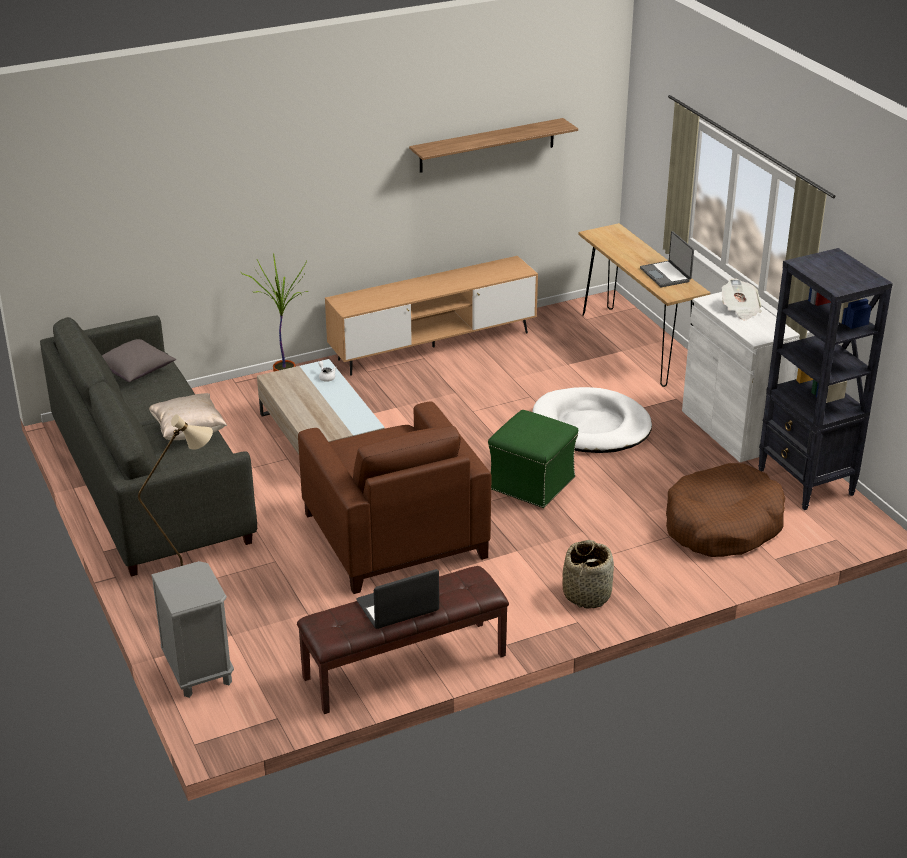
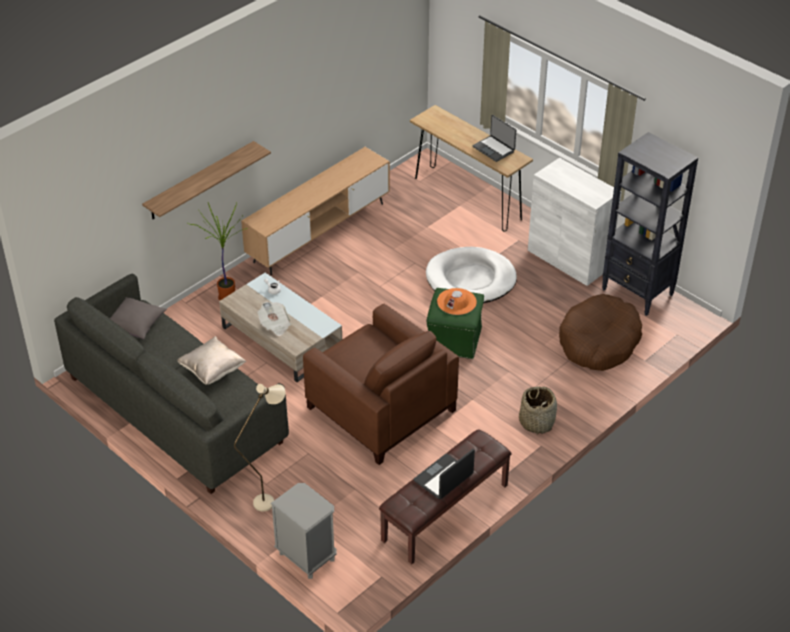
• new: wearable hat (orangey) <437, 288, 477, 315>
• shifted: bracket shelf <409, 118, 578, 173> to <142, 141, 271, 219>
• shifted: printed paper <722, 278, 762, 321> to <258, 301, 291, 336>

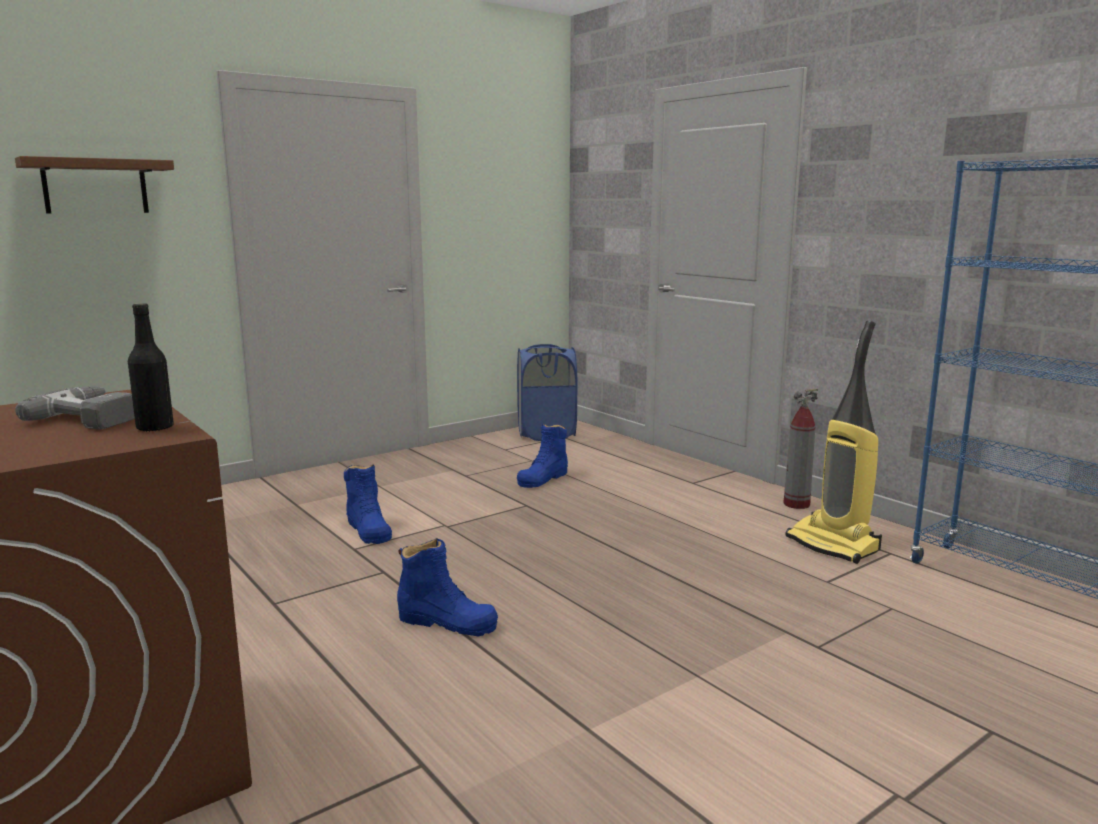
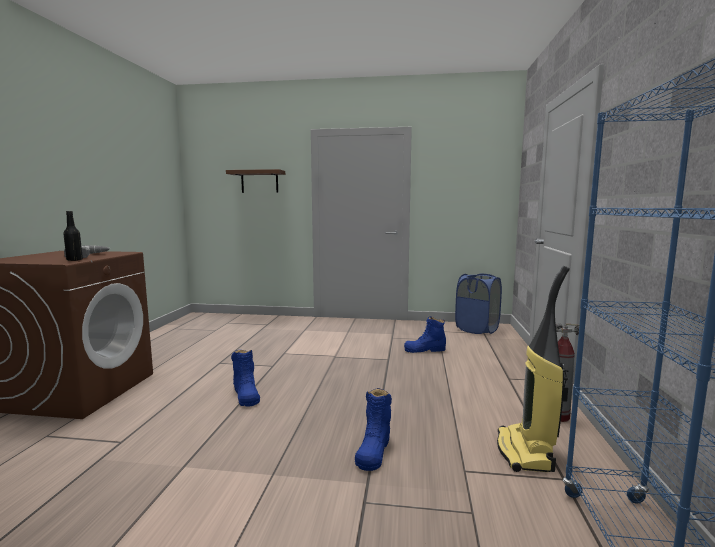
• shifted: tall boot (bluish) <344, 464, 392, 544> to <355, 388, 392, 471>

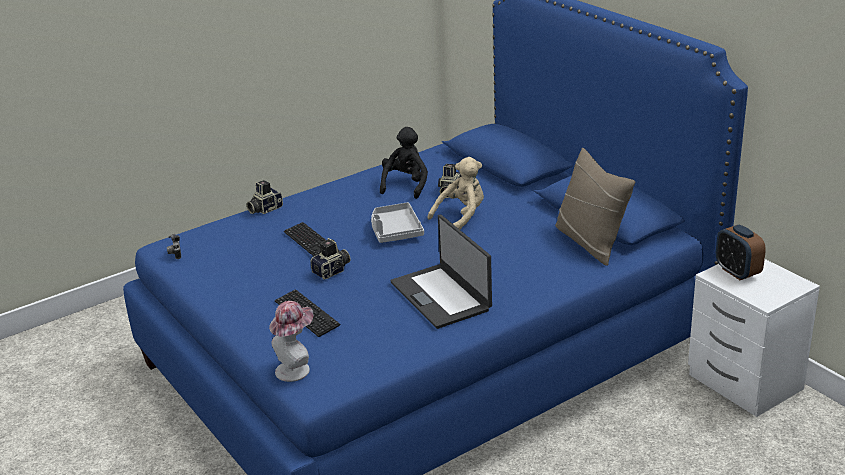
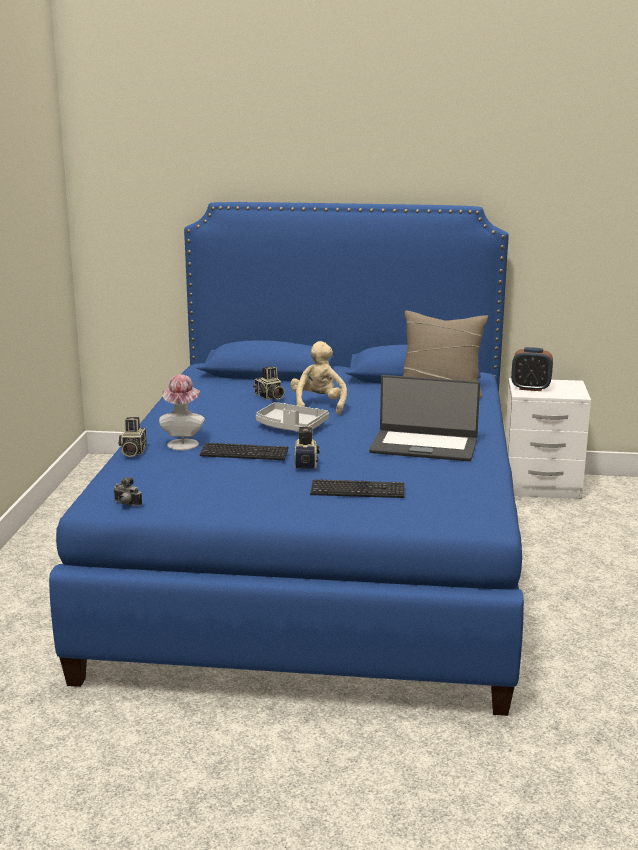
• gone: cuddly toy (black-coloured) <380, 127, 428, 199>
• shifted: wearable hat <269, 301, 313, 382> to <159, 374, 205, 450>

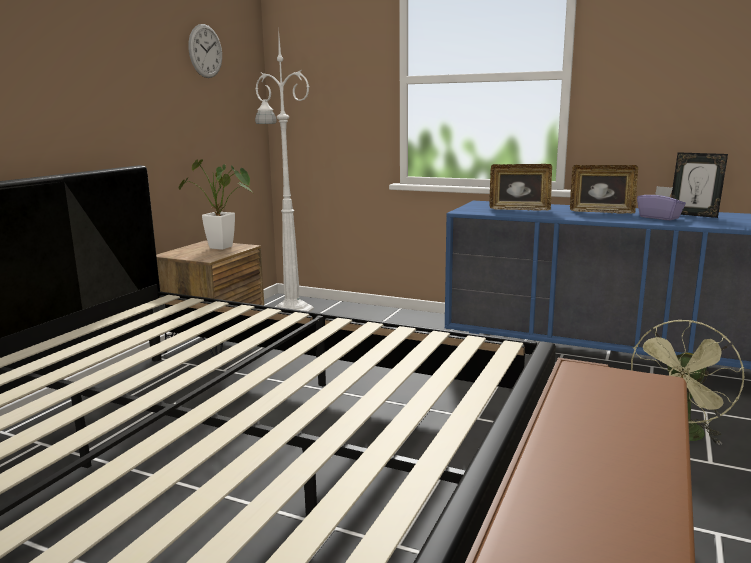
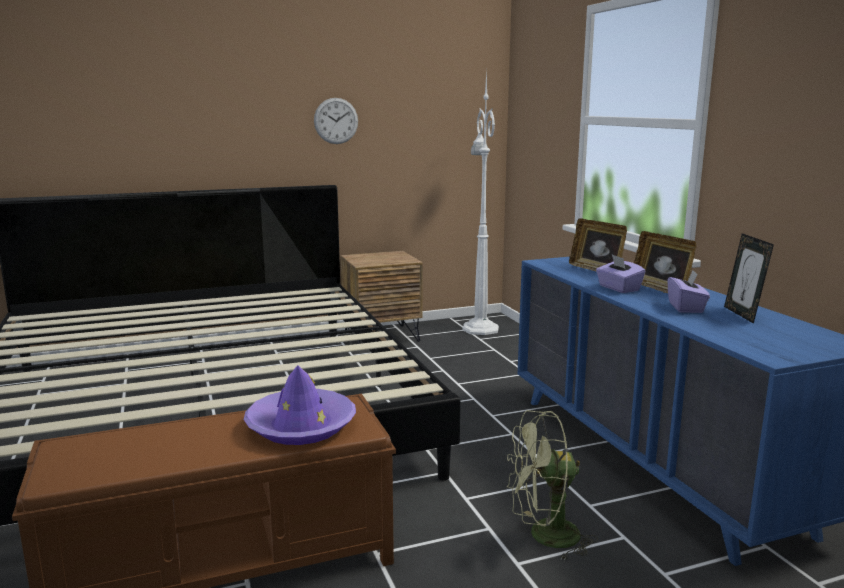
• gone: plant in a pot <179, 160, 253, 250>
• new: wearable hat (purple) <244, 365, 356, 445>
• new: tissue holder (purple) <596, 255, 646, 293>
• shifted: clock on the wall <188, 24, 222, 78> to <314, 98, 358, 144>

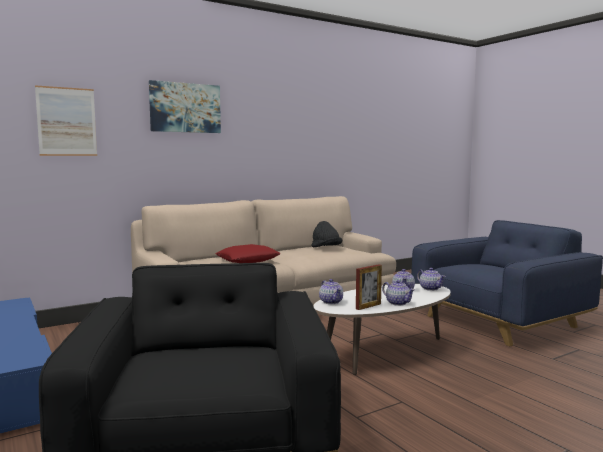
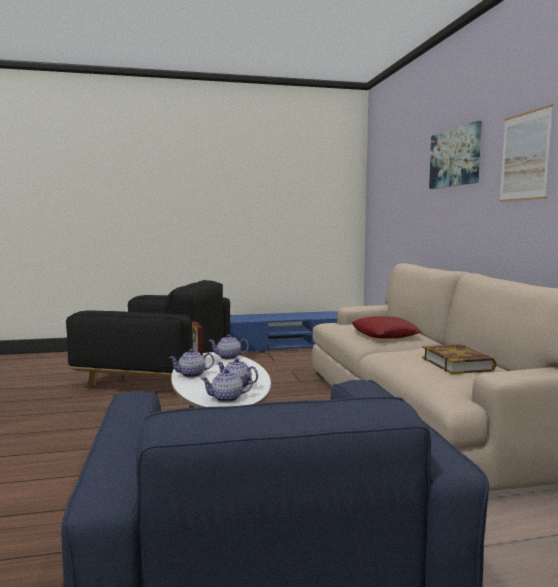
• shifted: wall picture <35, 85, 97, 156> to <500, 104, 553, 202>
• swapped: wearable hat (black-coloured) <312, 221, 343, 247> to bound book <422, 344, 497, 374>

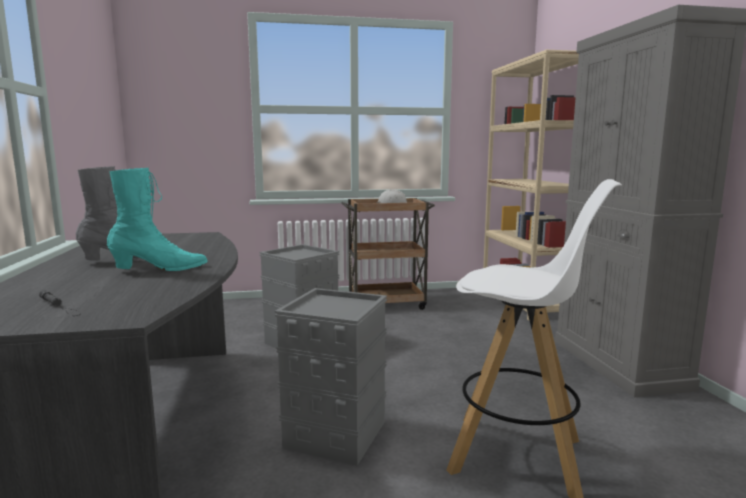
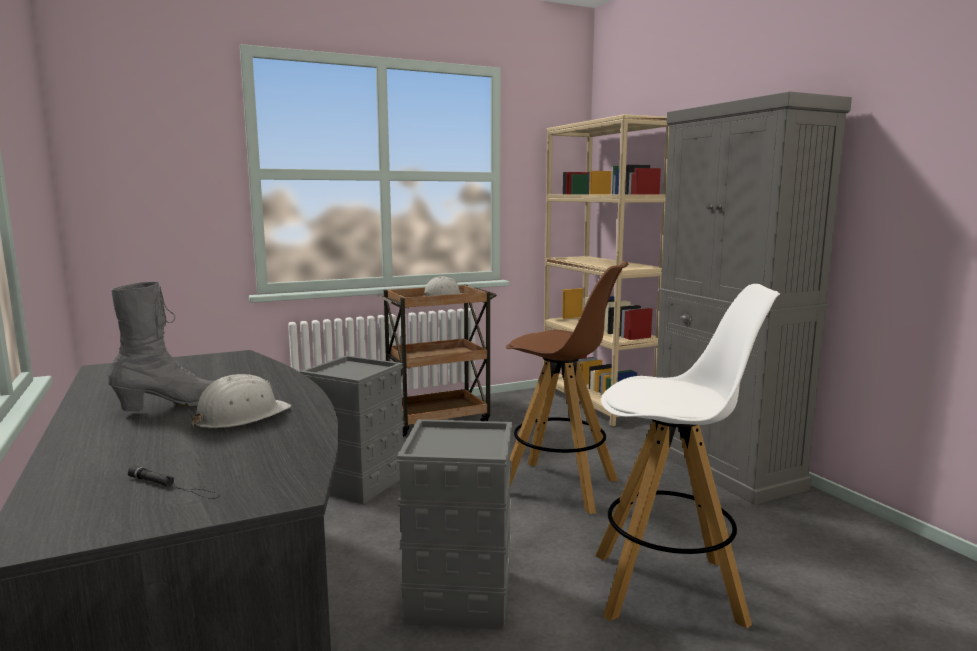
• new: sitting stool (brownish) <506, 262, 629, 514>
• swapped: tall boot (blue-green) <107, 168, 208, 271> to work helmet (white) <192, 374, 291, 429>

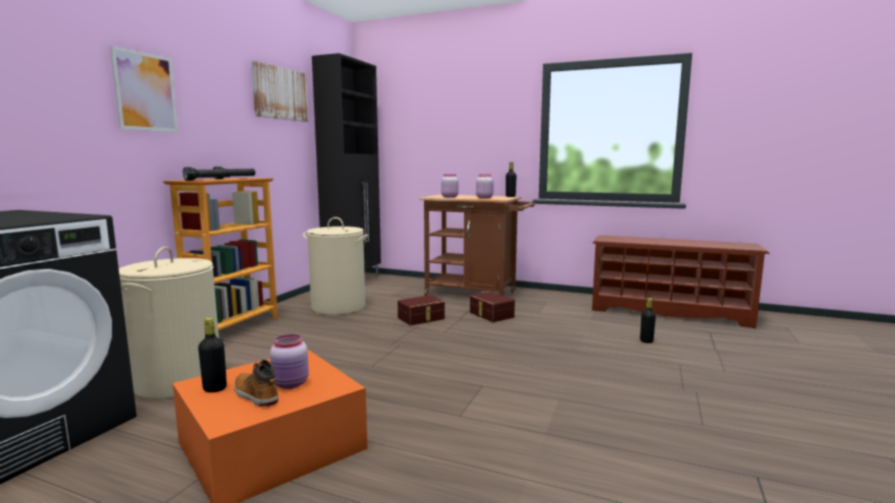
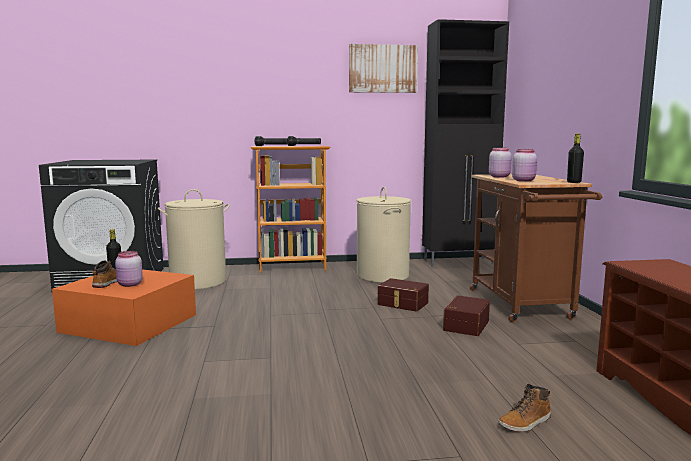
• gone: wall picture <110, 46, 178, 132>
• swapped: beverage bottle (black-coloured) <640, 298, 656, 343> to tall boot <498, 384, 551, 432>

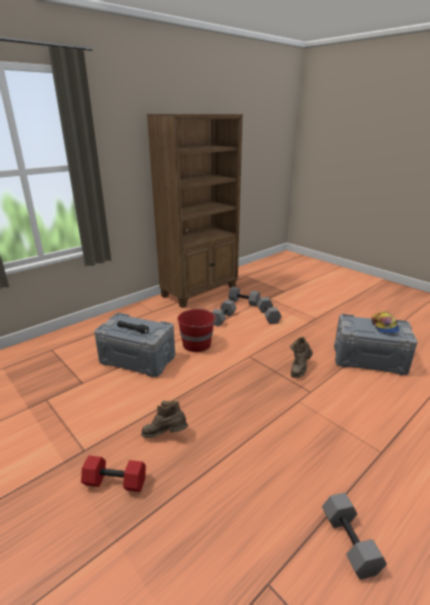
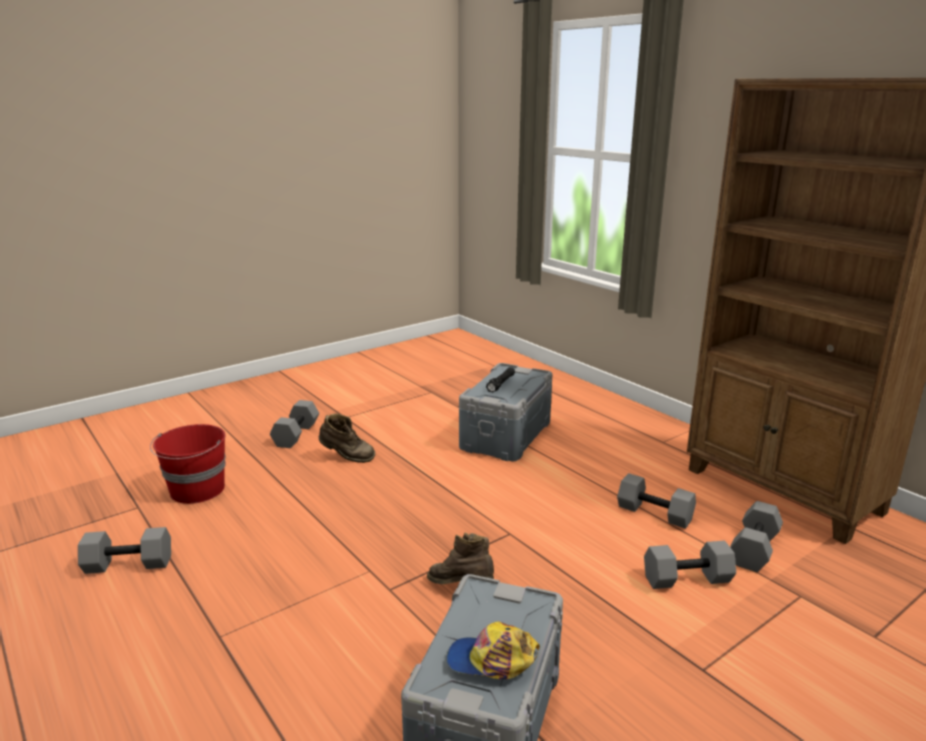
• shifted: bucket (reddish) <177, 308, 217, 352> to <150, 424, 226, 504>
• repainted: hand weight (reddish) <81, 456, 146, 492> to hand weight (greyish) <270, 400, 319, 448>
• rotated: tall boot (brownish) <141, 401, 188, 438> = <319, 413, 375, 463> 90 degrees clockwise

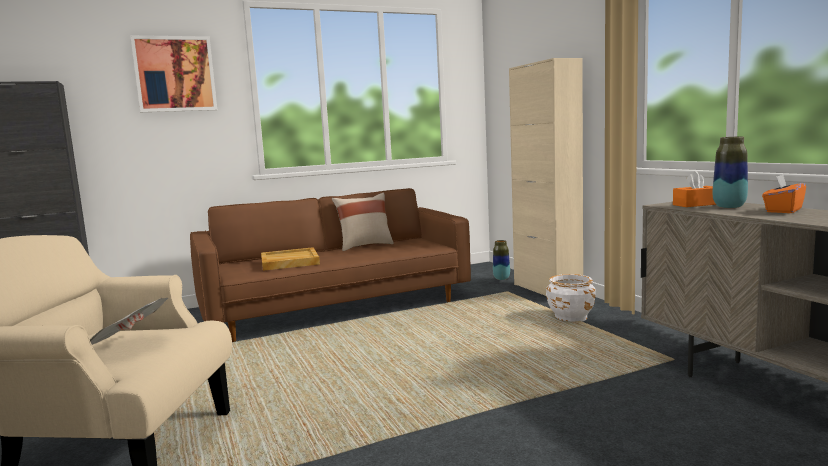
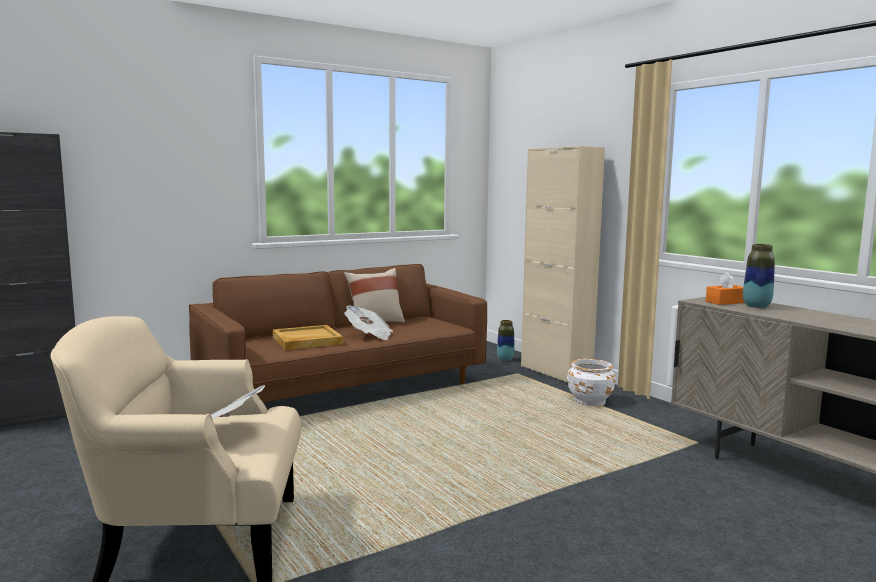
• gone: wall picture <130, 35, 217, 112>
• gone: tissue holder (orangey) <762, 175, 806, 213>
• new: printed paper <345, 306, 393, 340>

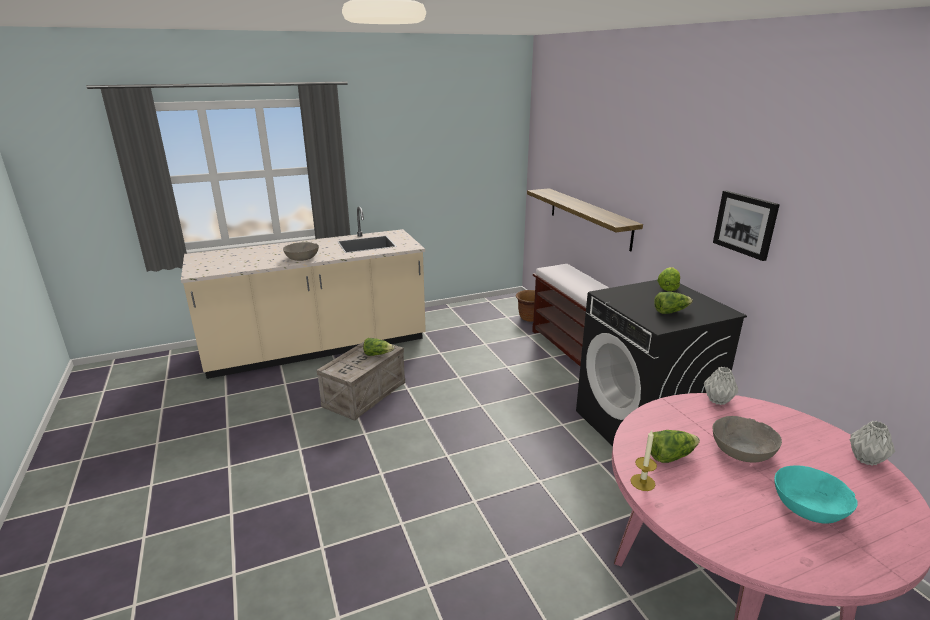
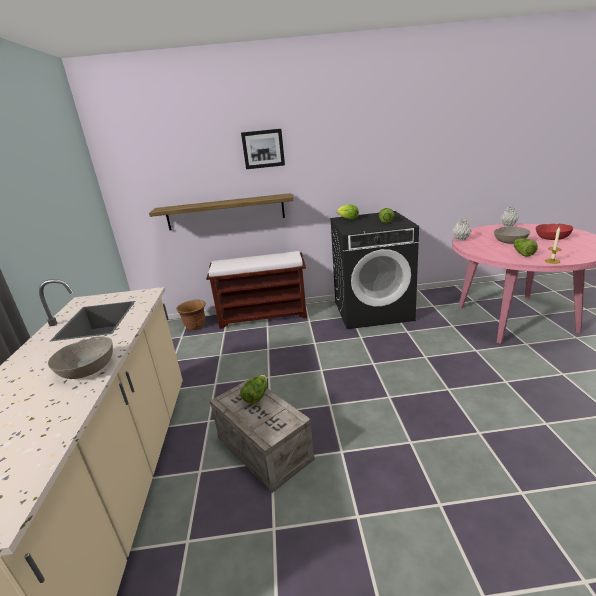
• shifted: wall picture <713, 191, 780, 261> to <241, 129, 285, 169>
• repainted: bowl (blue-green) <774, 465, 858, 523> to bowl (reddish) <536, 224, 573, 240>

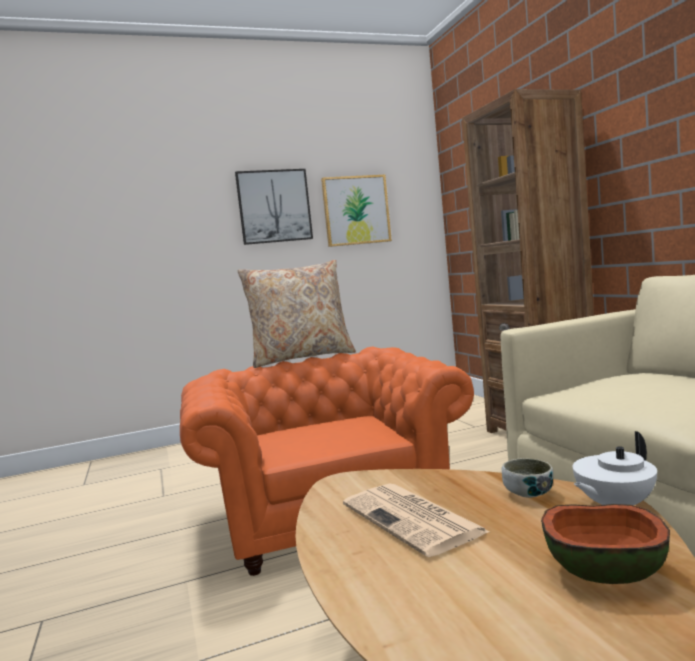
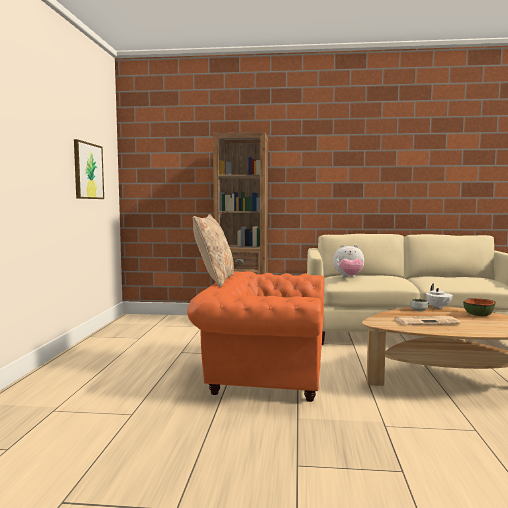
• gone: wall picture <235, 169, 313, 245>
• new: cuddly toy <333, 245, 364, 277>

